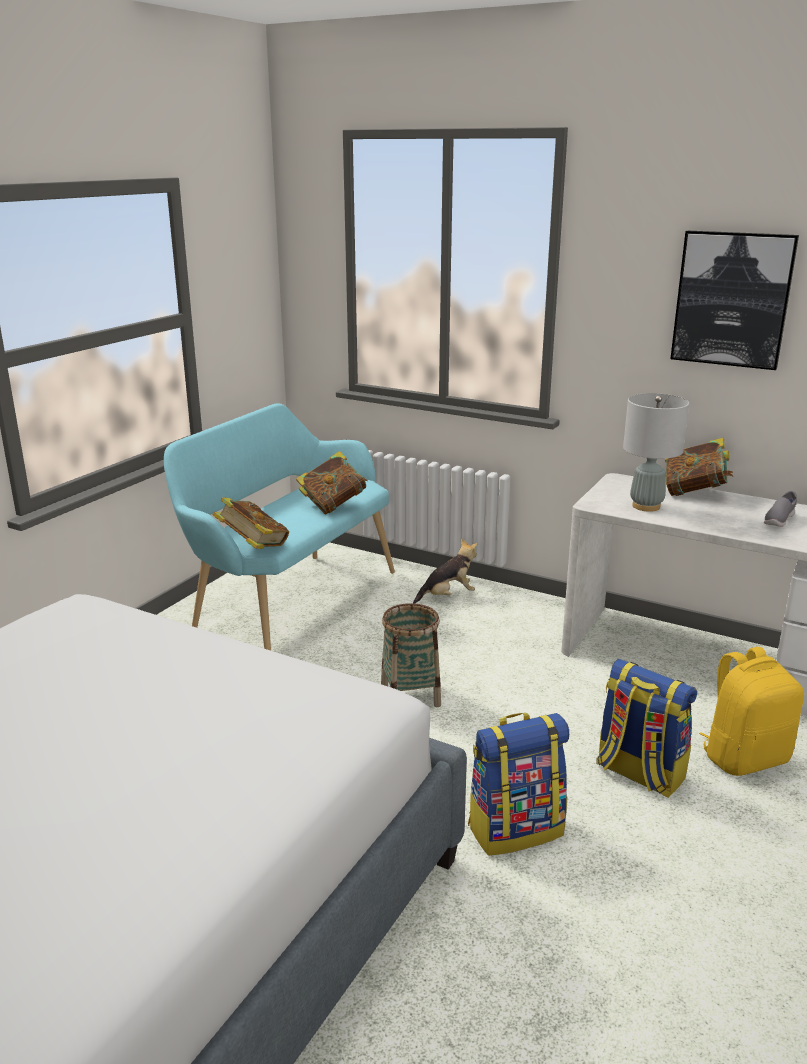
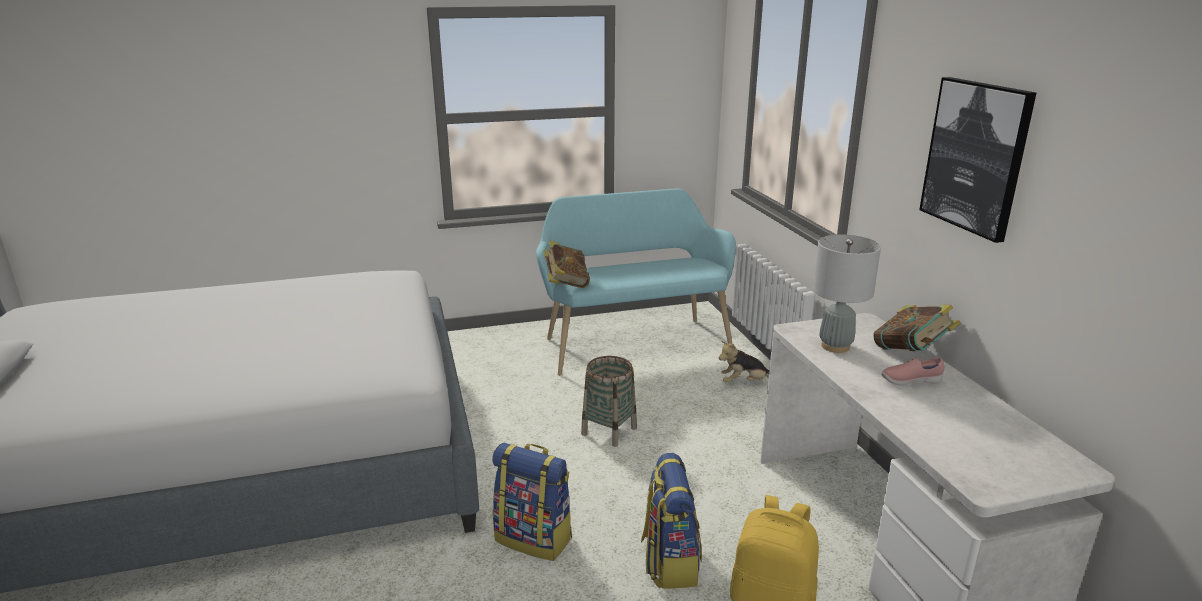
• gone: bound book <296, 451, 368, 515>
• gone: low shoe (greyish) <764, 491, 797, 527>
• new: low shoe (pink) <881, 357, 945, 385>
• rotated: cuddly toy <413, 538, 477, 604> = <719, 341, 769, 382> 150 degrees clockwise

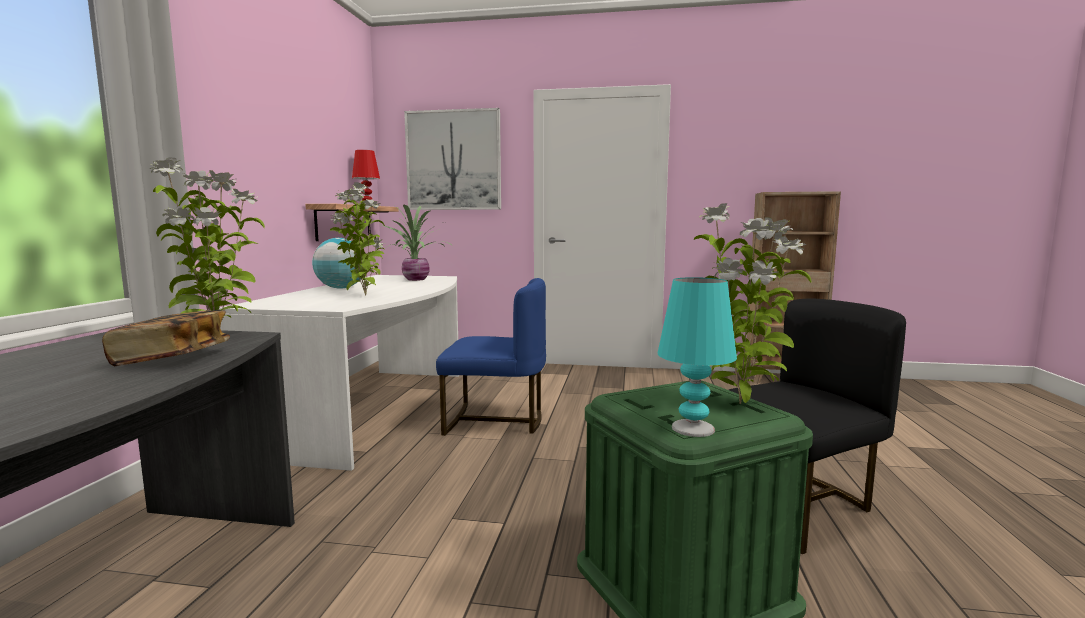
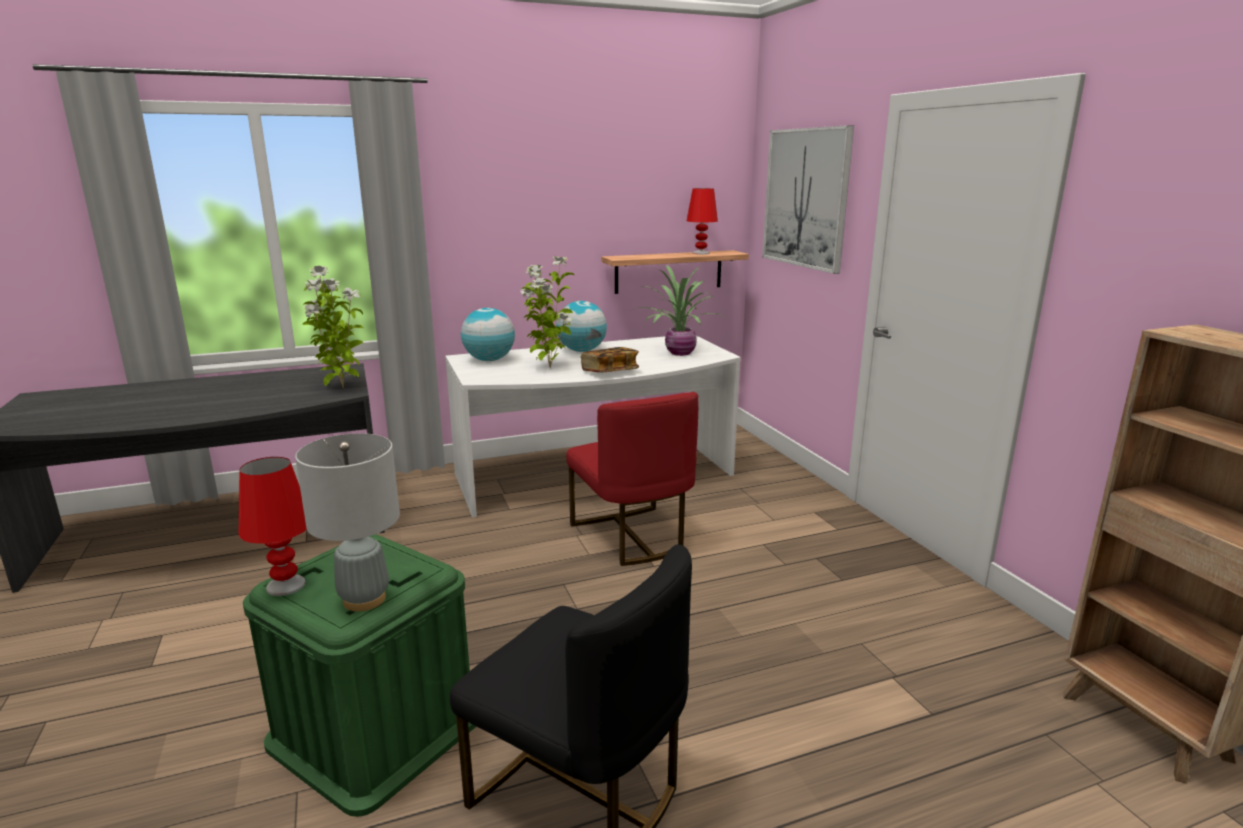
• new: world globe <461, 308, 515, 361>
• shifted: bound book <102, 310, 230, 366> to <581, 347, 639, 373>
• swapped: plant in a pot <694, 203, 811, 404> to table lamp (greyish) <295, 433, 400, 612>
• repainted: plain chair (bluish) <436, 278, 546, 436> to plain chair (reddish) <566, 392, 699, 566>
• repainted: table lamp (blue-green) <658, 277, 737, 437> to table lamp (reddish) <238, 457, 307, 596>

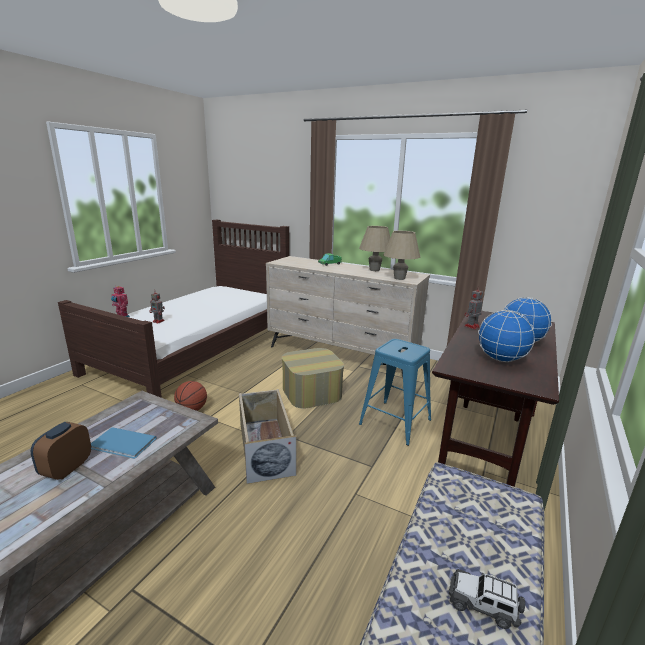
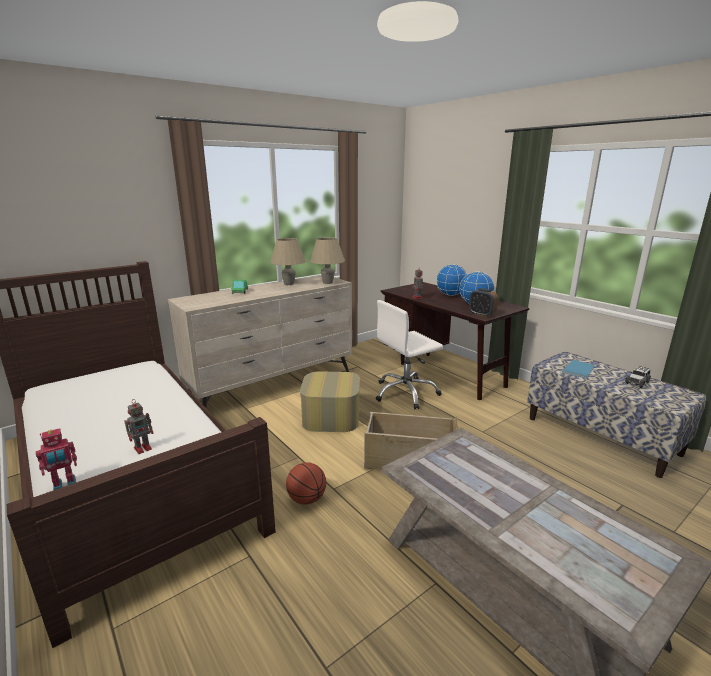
• shifted: table clock <31, 422, 91, 480> to <469, 288, 498, 317>
• shifted: bound book (bluish) <91, 427, 157, 459> to <562, 360, 595, 379>
• swapped: sitting stool (bluish) <359, 339, 431, 446> to desk chair (white) <376, 300, 443, 409>

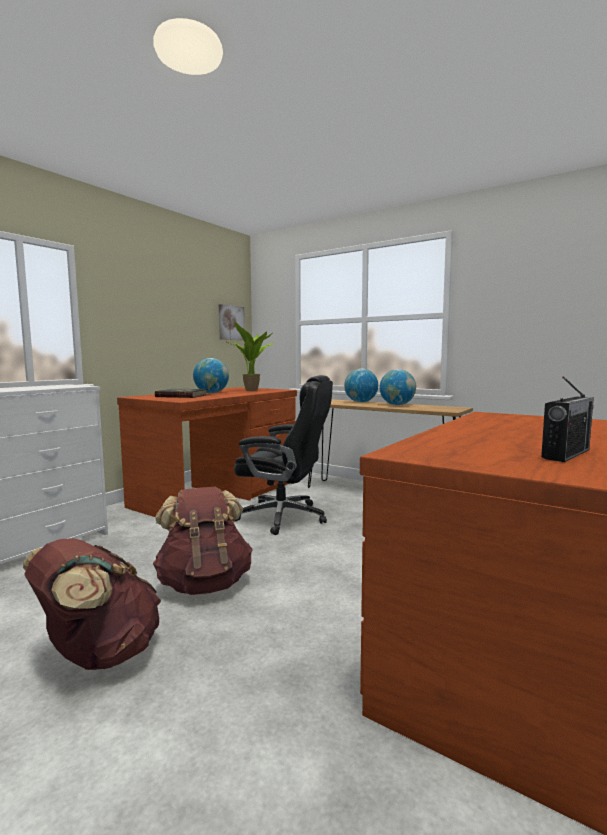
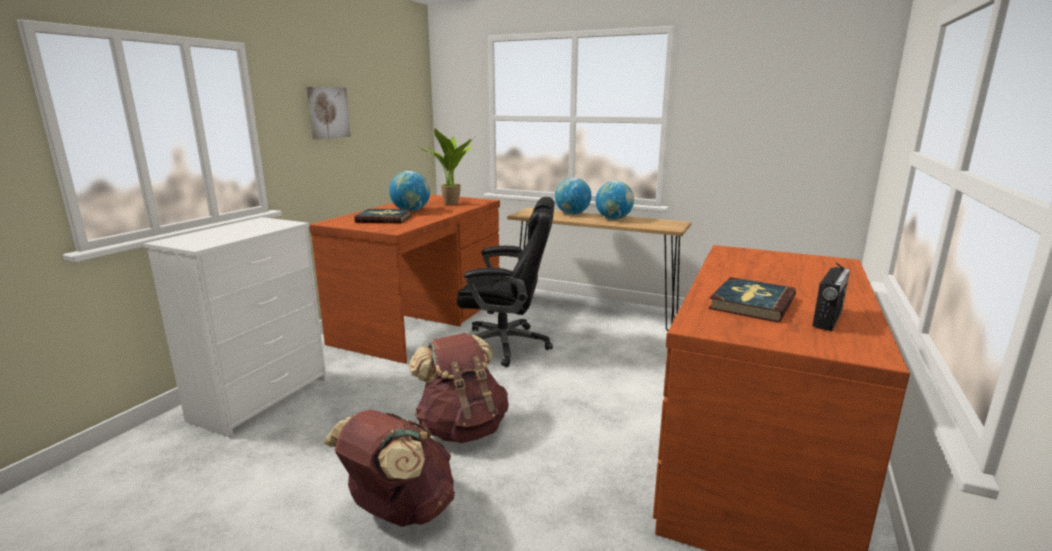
• new: bound book <708, 277, 796, 323>
• shifted: wall picture <219, 304, 245, 340> to <307, 87, 351, 140>

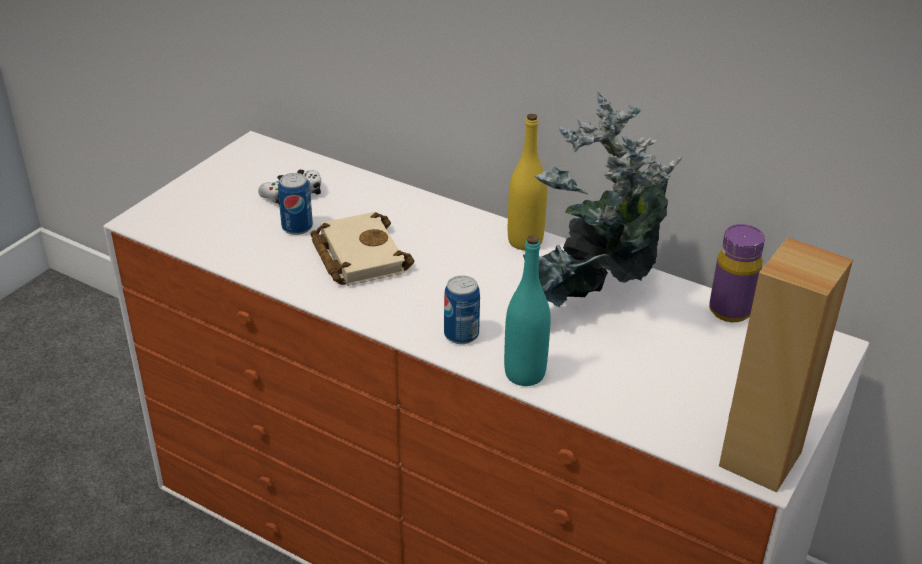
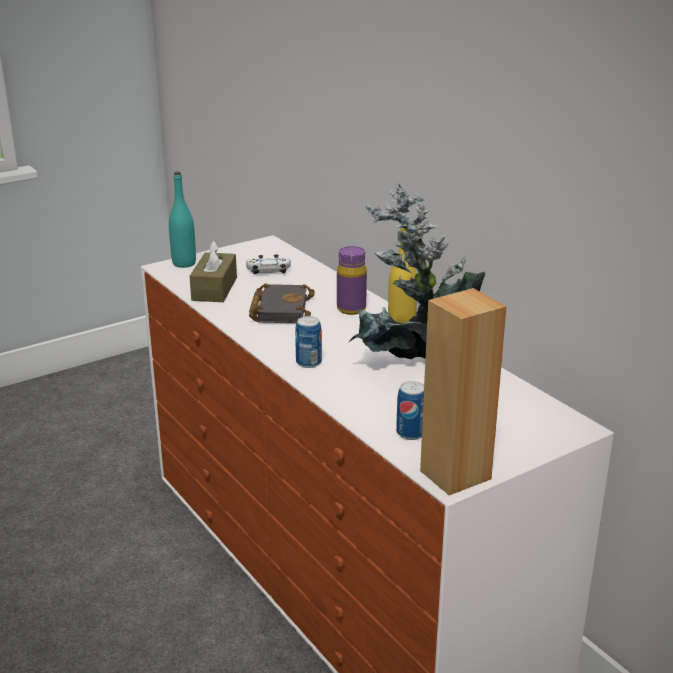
• new: tissue holder (brownish) <190, 240, 237, 302>
• shifted: can <278, 173, 313, 235> to <396, 381, 424, 440>
• shifted: beverage bottle (blue-green) <504, 235, 551, 386> to <169, 172, 196, 268>
• shifted: beverage bottle (purple) <709, 224, 765, 322> to <337, 246, 367, 315>
• repainted: bound book (sand-coloured) <310, 212, 414, 286> to bound book (black-coloured) <249, 284, 315, 323>

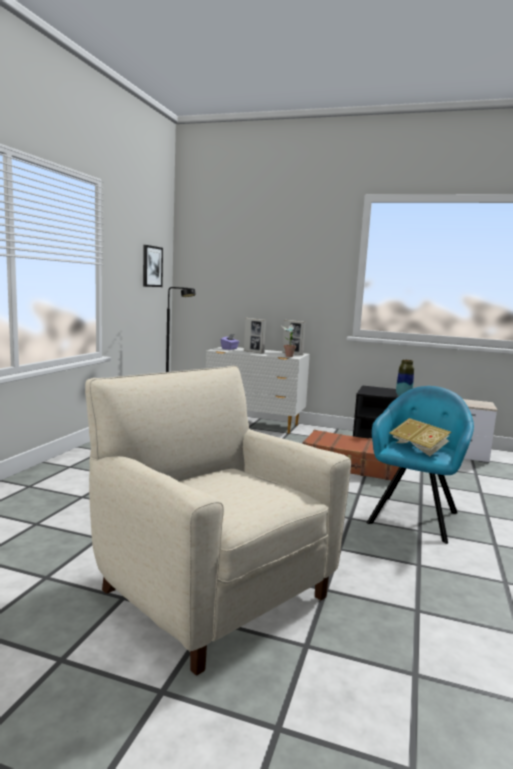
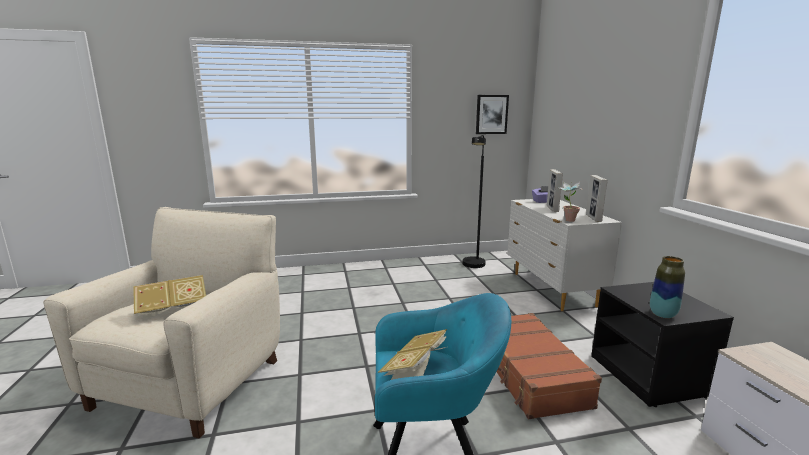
• new: bound book <133, 275, 206, 320>

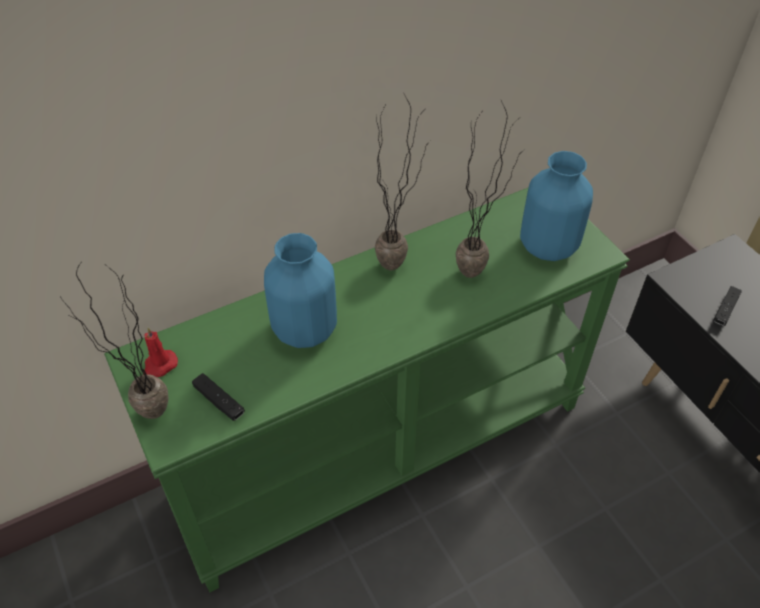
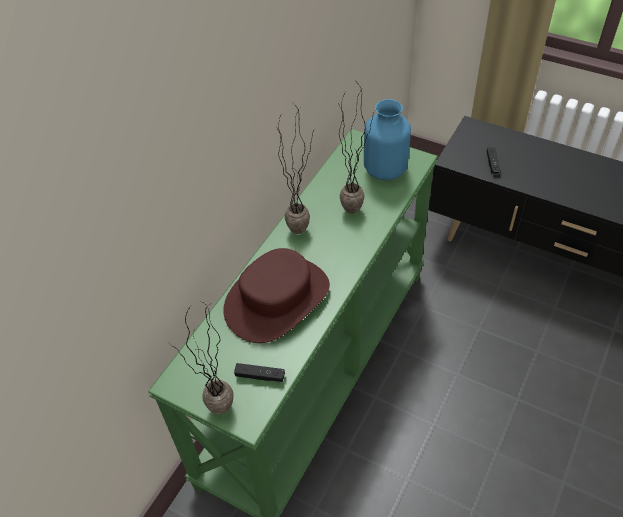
• gone: candle (reddish) <143, 327, 178, 377>
• swapped: flower vase (bluish) <264, 233, 337, 348> to wearable hat (brownish) <223, 248, 330, 343>

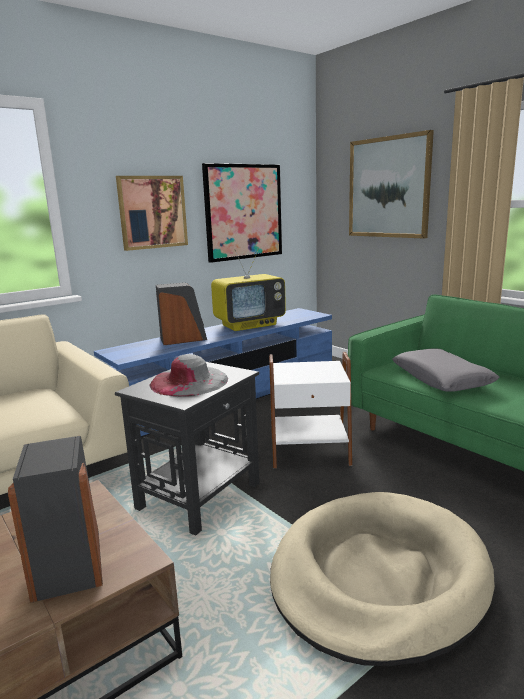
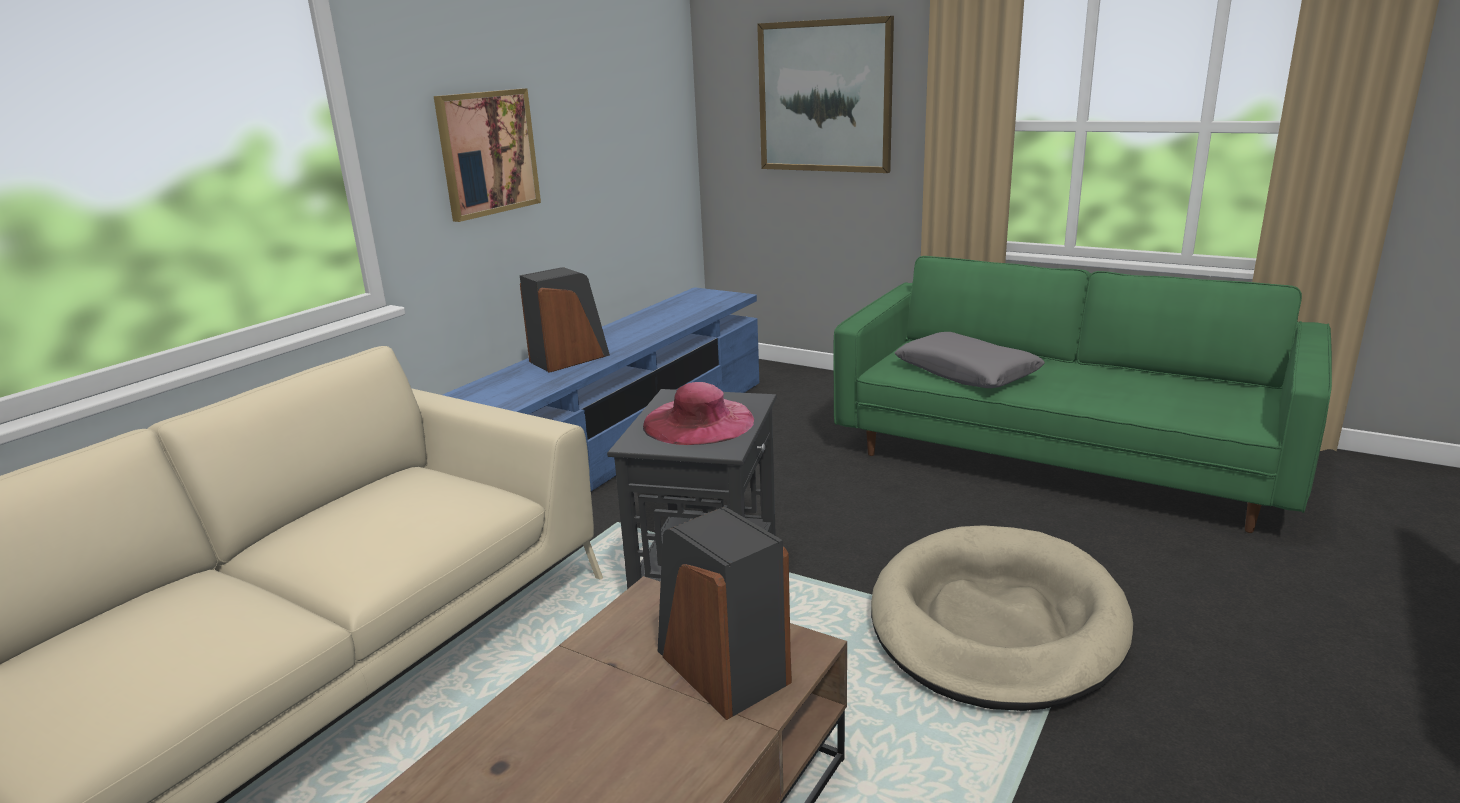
• gone: wall picture <202, 163, 282, 263>
• gone: television <211, 248, 286, 331>
• gone: accent table (white) <269, 352, 352, 469>
• repainted: wearable hat (greyish) <149, 354, 228, 396> to wearable hat (pink) <643, 382, 754, 445>

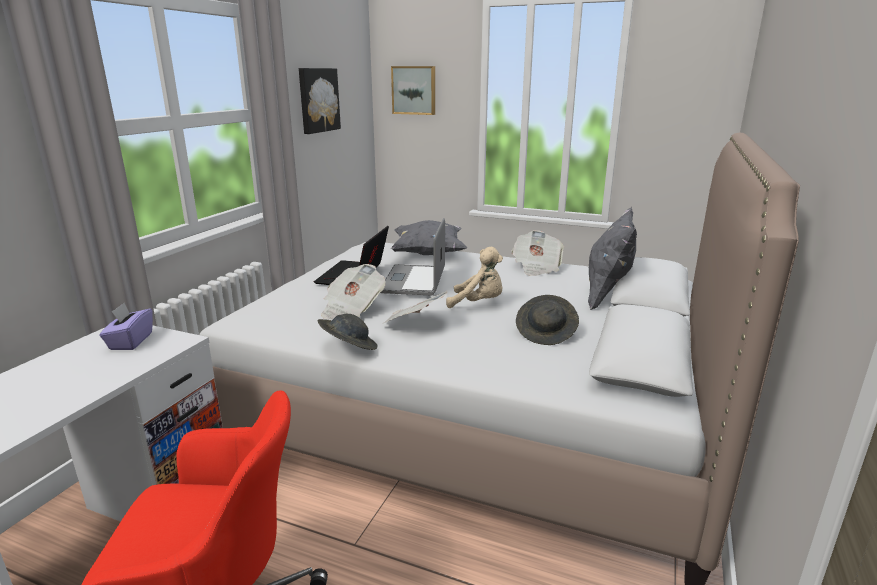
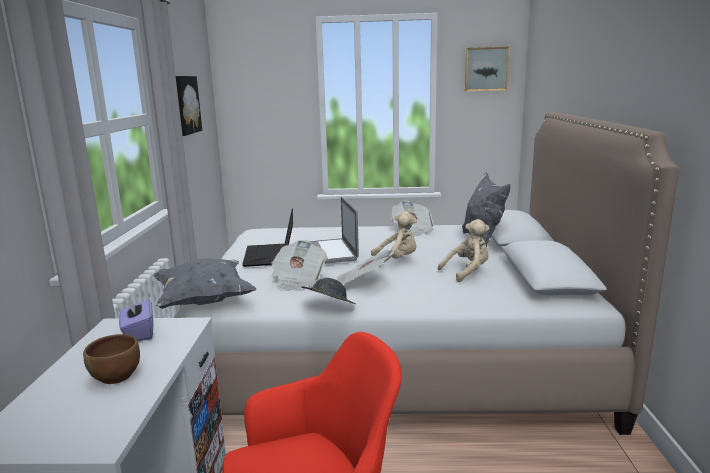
• new: bowl (brownish) <83, 334, 140, 384>
• shifted: wall picture <391, 66, 435, 115> to <465, 47, 509, 91>
• shifted: throw pillow (greyish) <391, 220, 467, 255> to <153, 259, 257, 309>
• swapped: wearable hat (greyish) <516, 295, 579, 345> to cuddly toy (sand-coloured) <438, 219, 490, 282>

